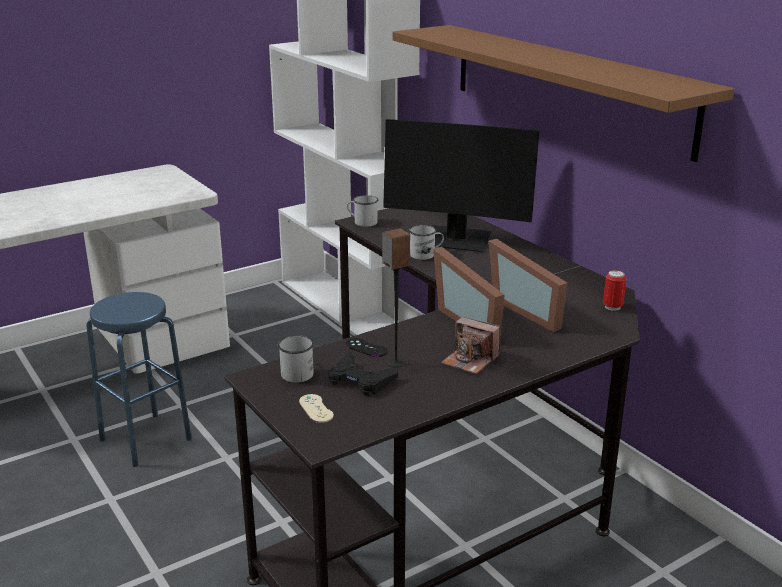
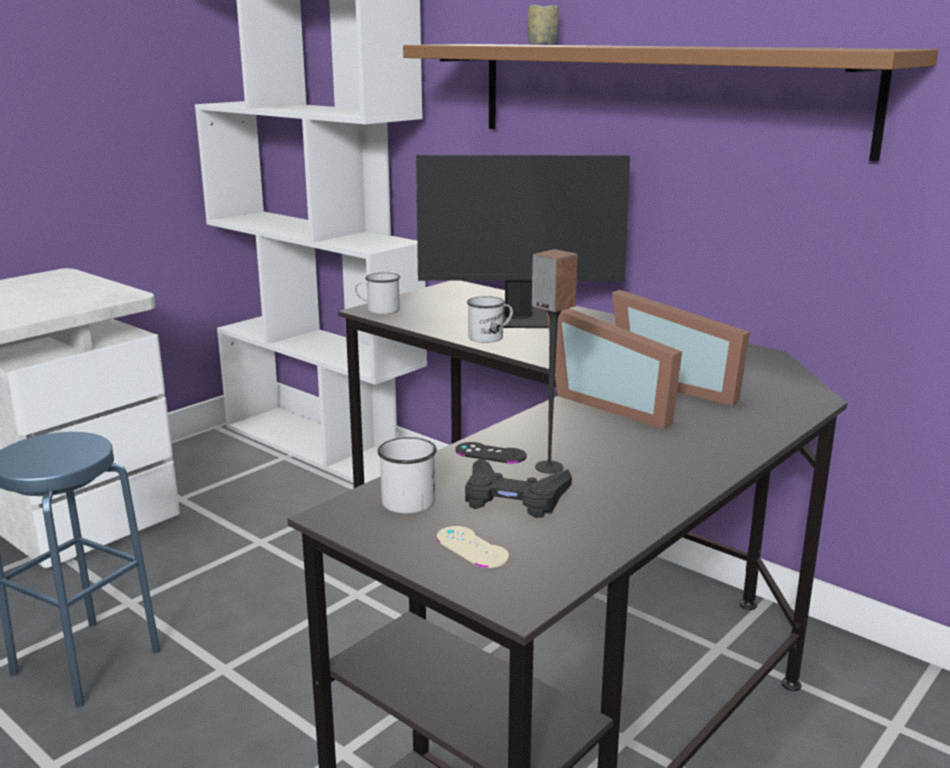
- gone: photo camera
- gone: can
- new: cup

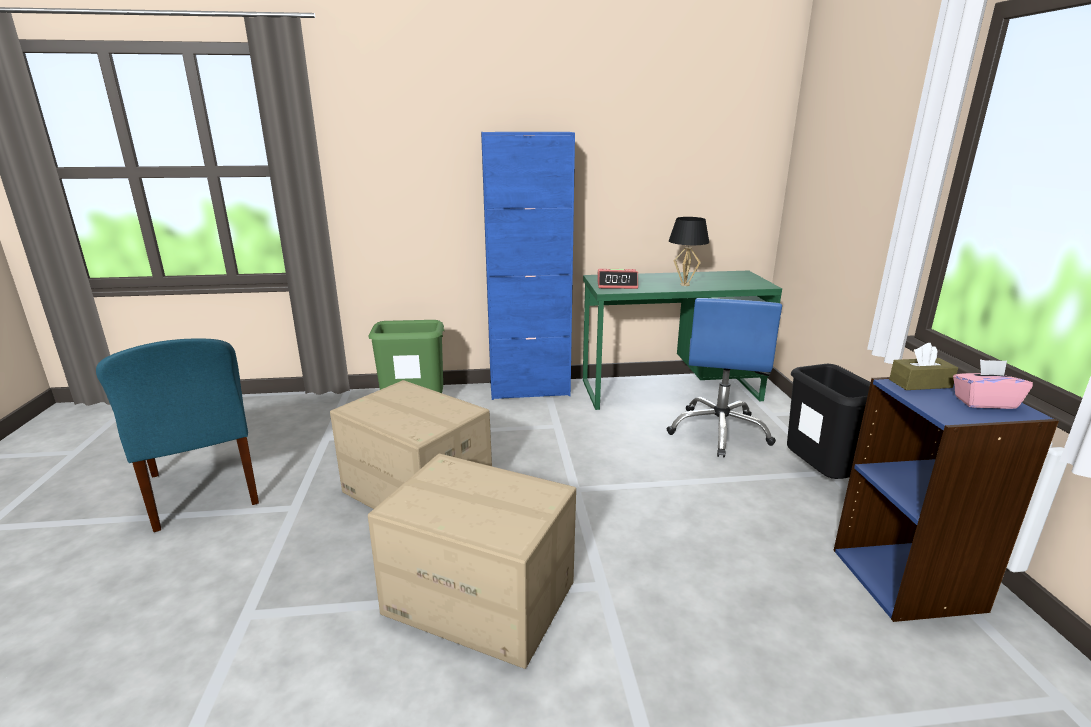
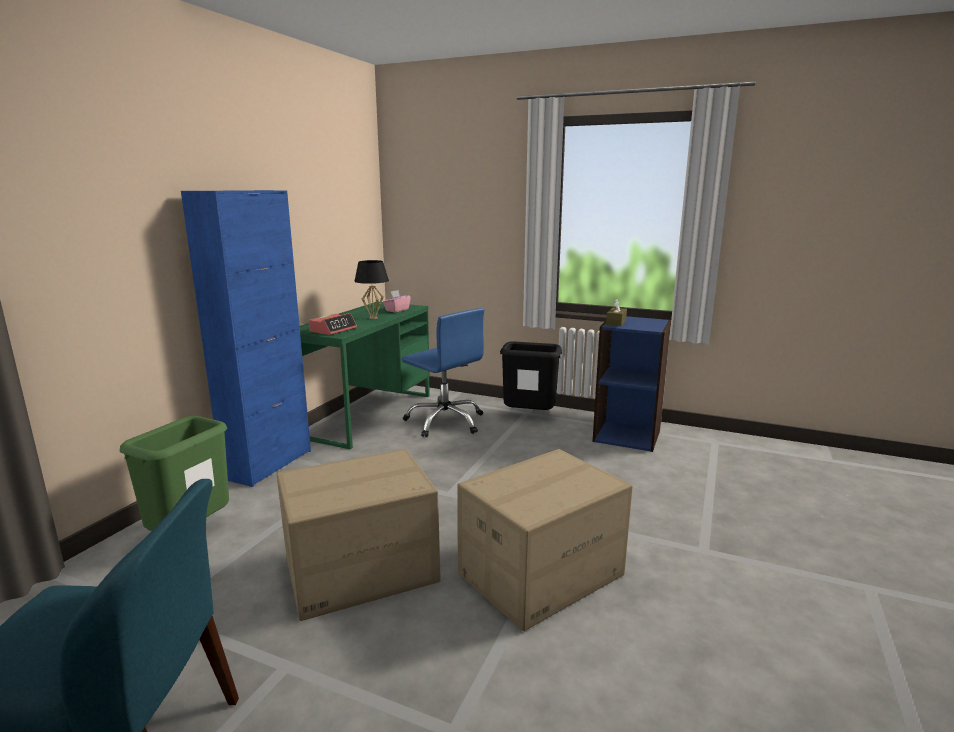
- shifted: tissue box (pink)

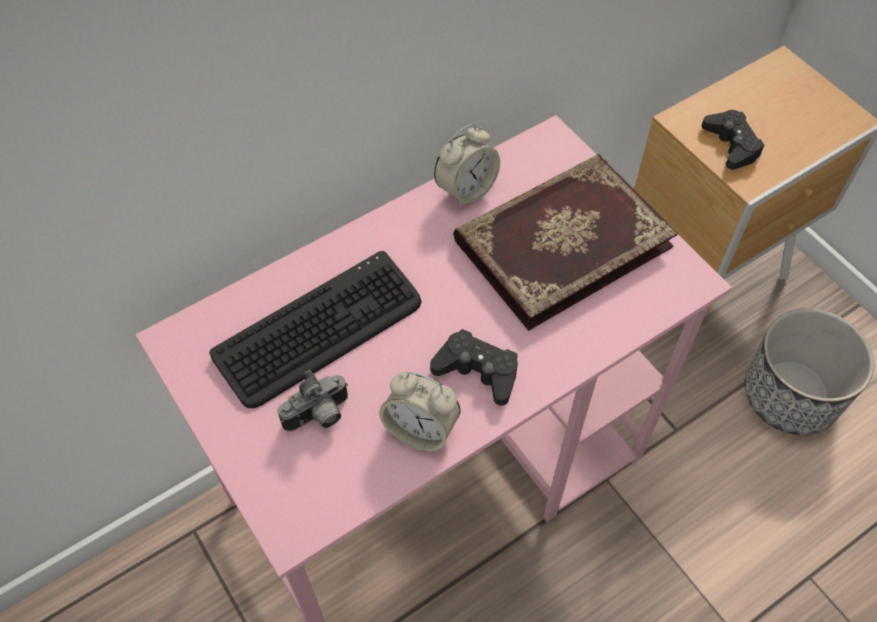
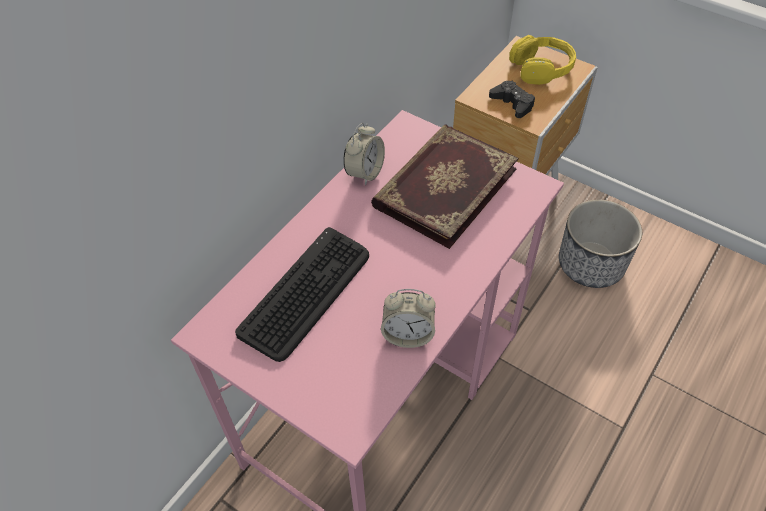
- gone: photo camera
- gone: game controller (black) (no. 1 from left)
- new: headphones (yellow)

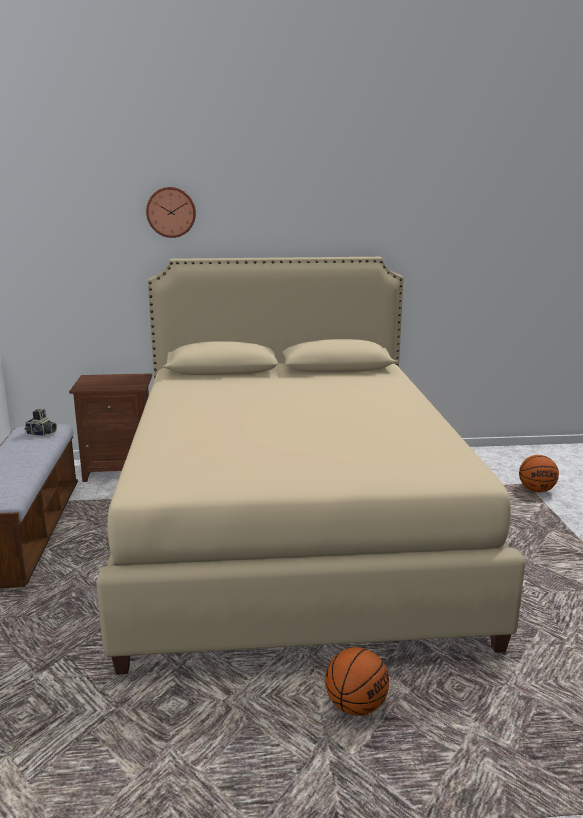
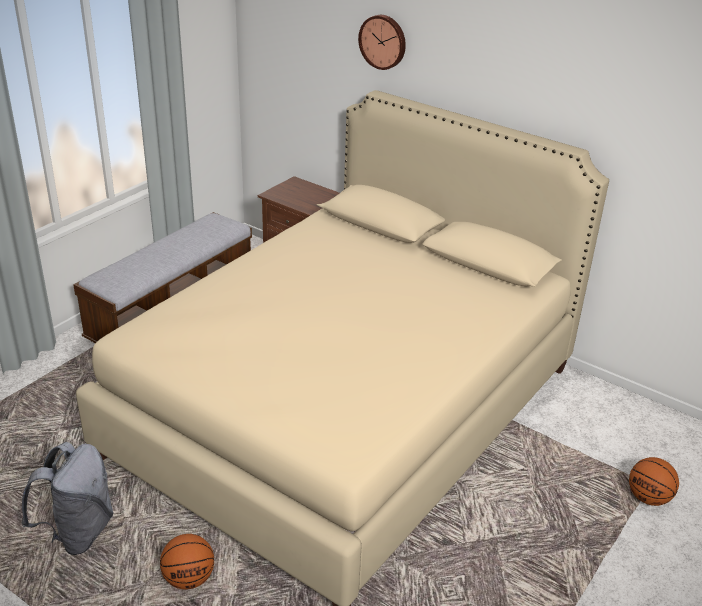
- gone: photo camera
- new: backpack (grey)

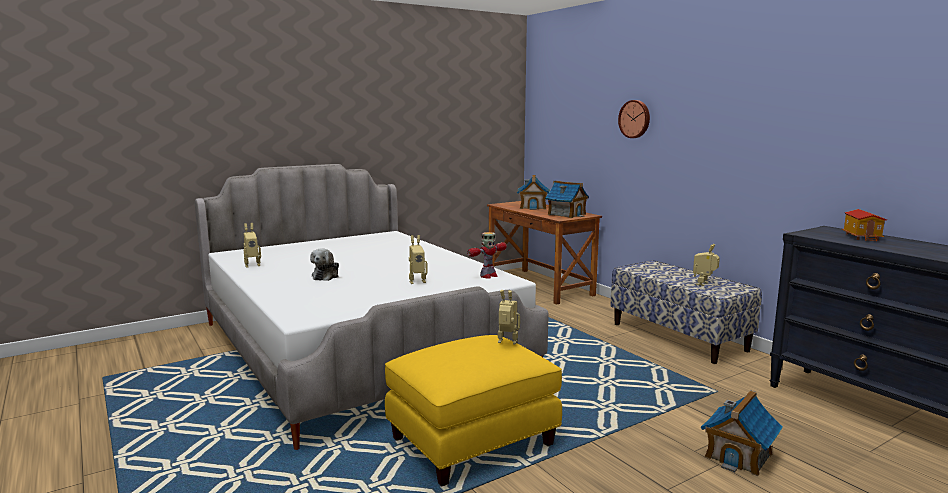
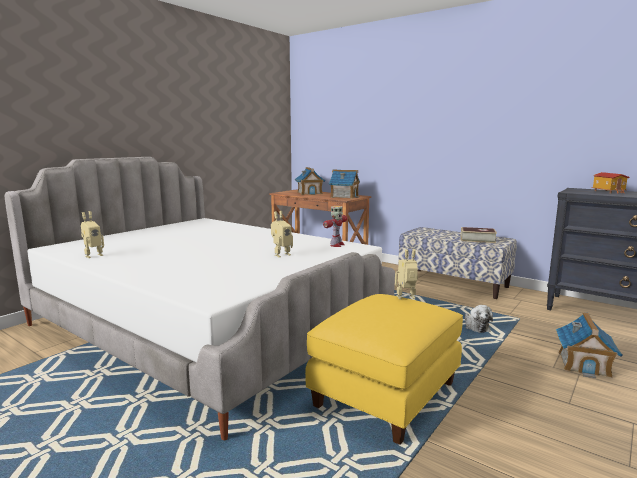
- gone: wall clock
- shifted: plush toy
- swapped: toy robot (no. 5 from left) to book

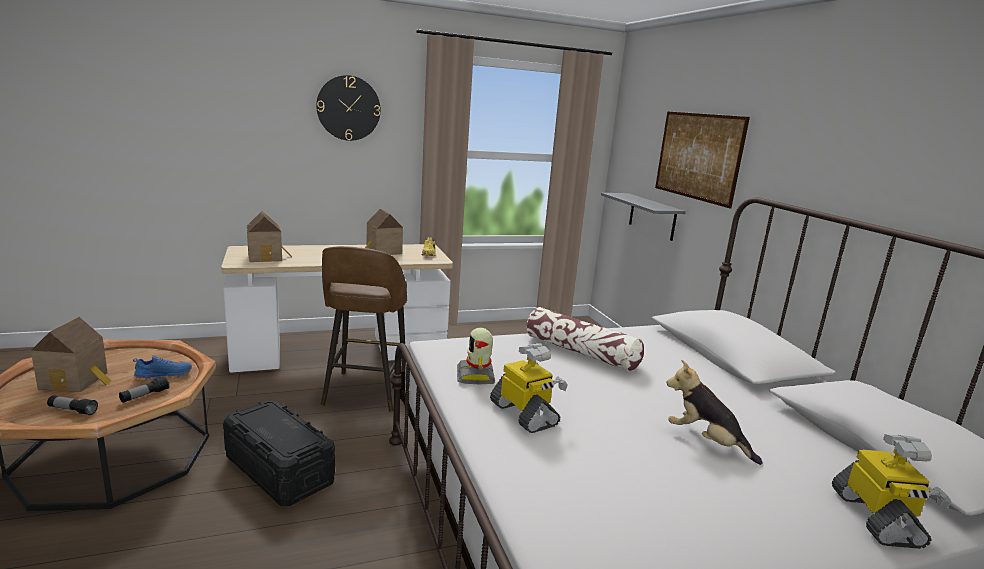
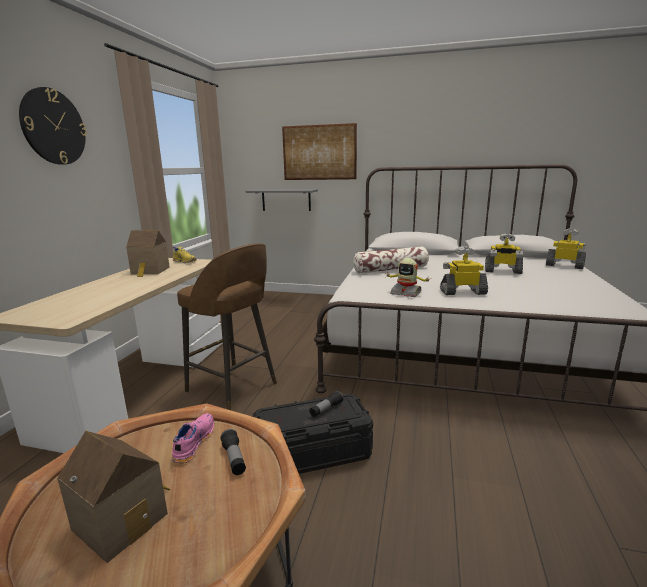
- gone: toy house (no. 2 from left)
- shifted: flashlight (no. 1 from left in the first image) to flashlight (no. 2 from left)
- swapped: plush toy to toy robot (no. 3 from left)
- repainted: shoe (blue) to shoe (pink)

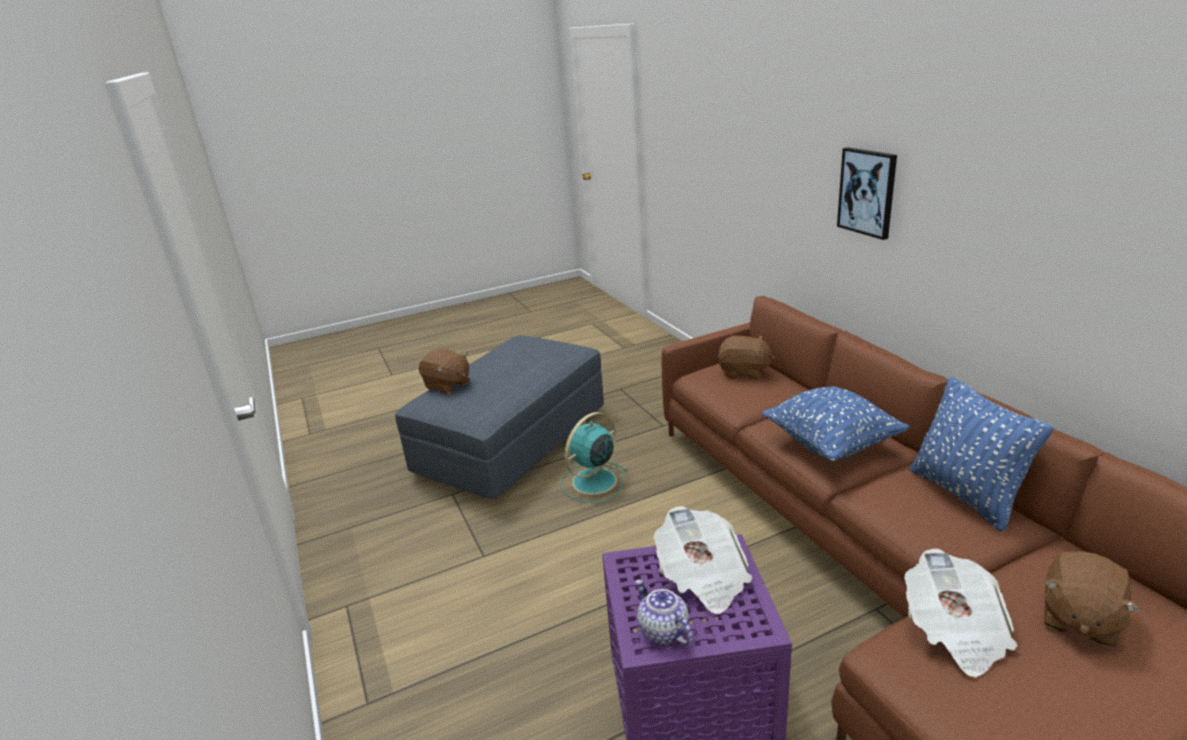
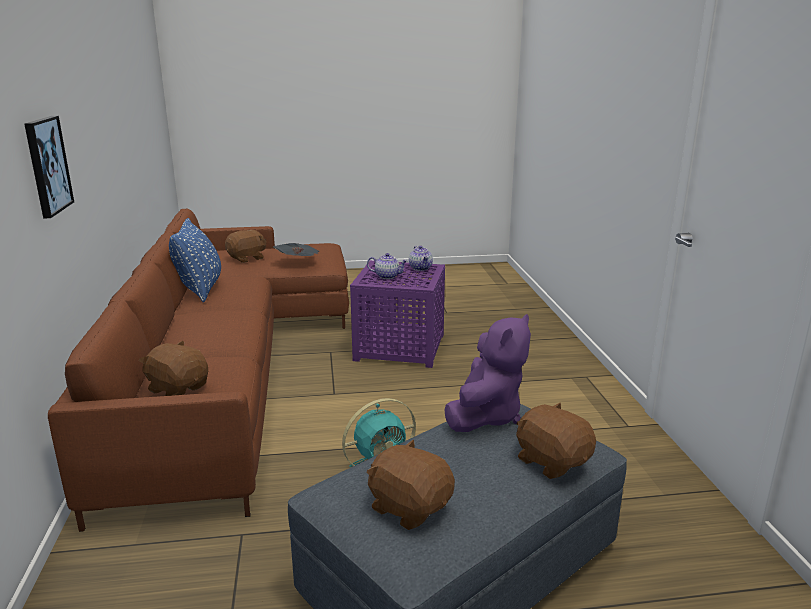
- gone: pillow (blue) (no. 1 from left)
- new: plush toy (brown) (no. 3 from left)
- new: plush toy (purple)
- swapped: newspaper (no. 1 from left) to teapot (no. 1 from left)

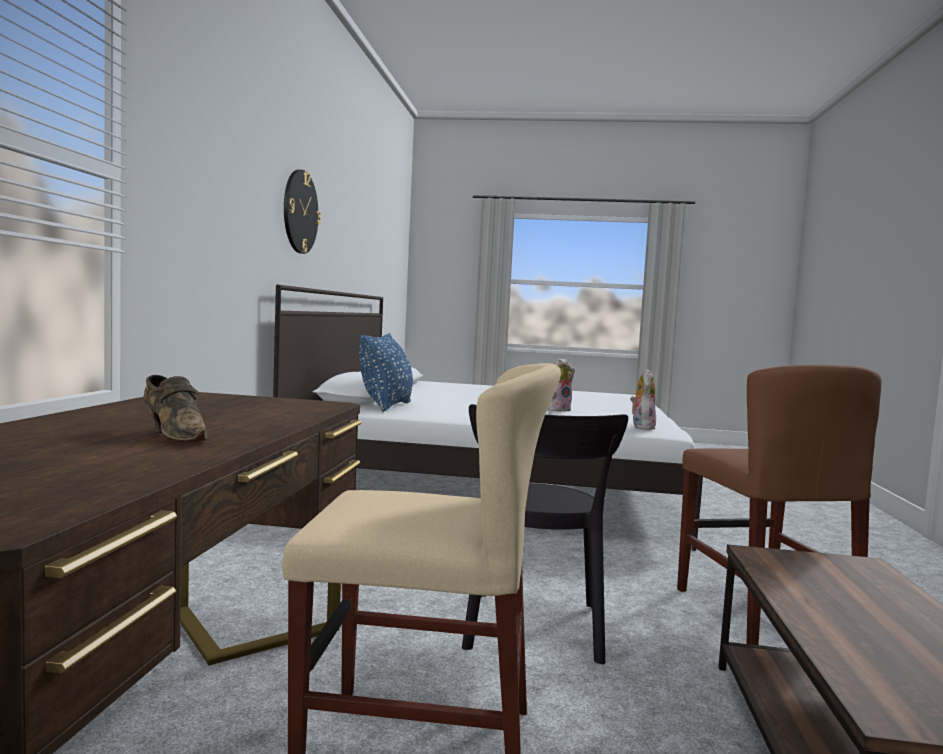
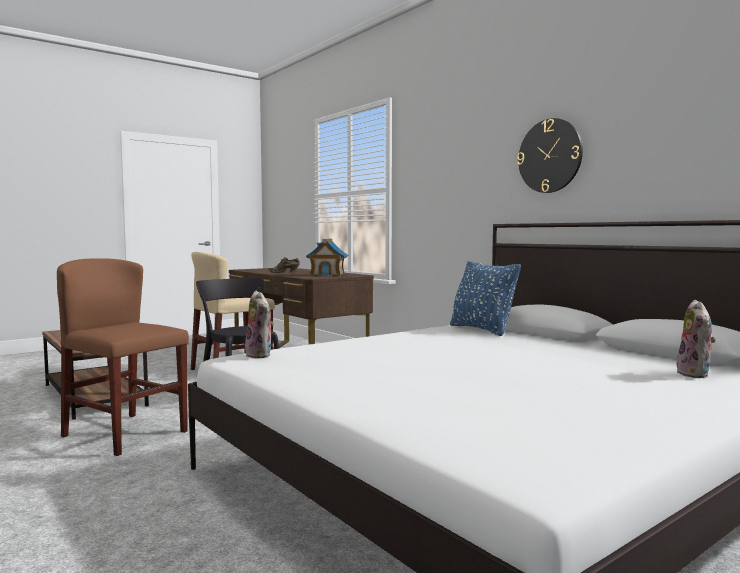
- new: toy house
- shifted: plush toy (no. 1 from left in the first image) to plush toy (no. 2 from left)

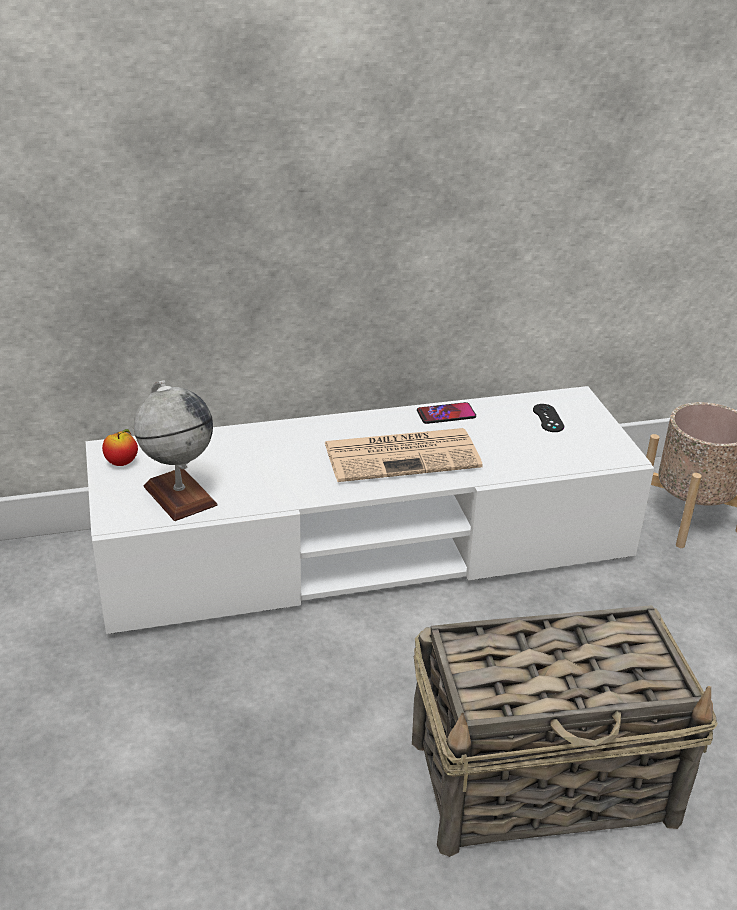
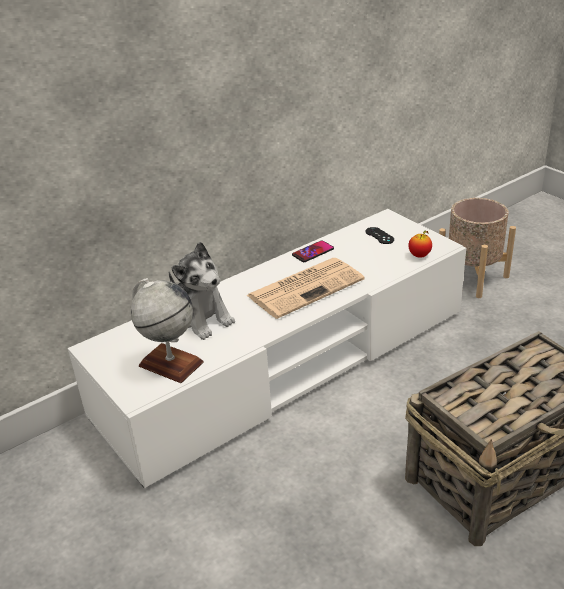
- new: plush toy
- shifted: apple

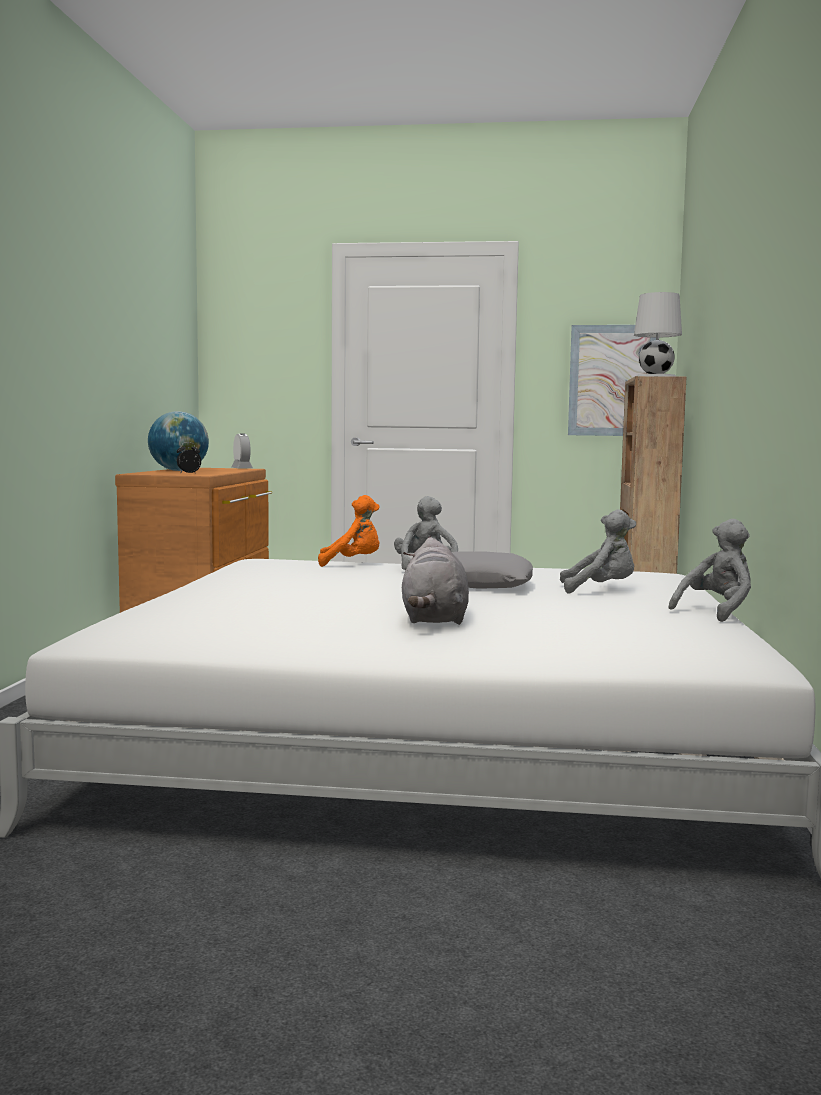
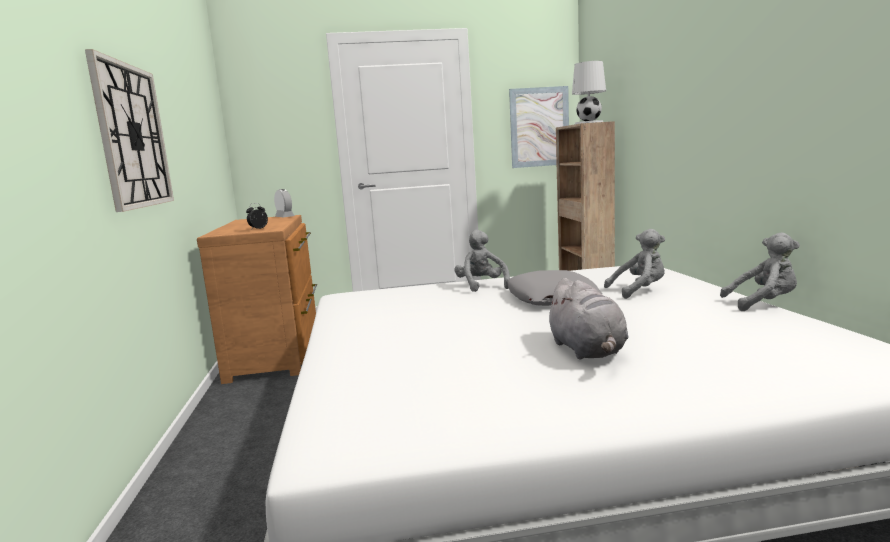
- gone: globe
- gone: plush toy (orange)
- new: wall clock
- rotated: plush toy (grey) (no. 4 from left) 60 degrees clockwise

